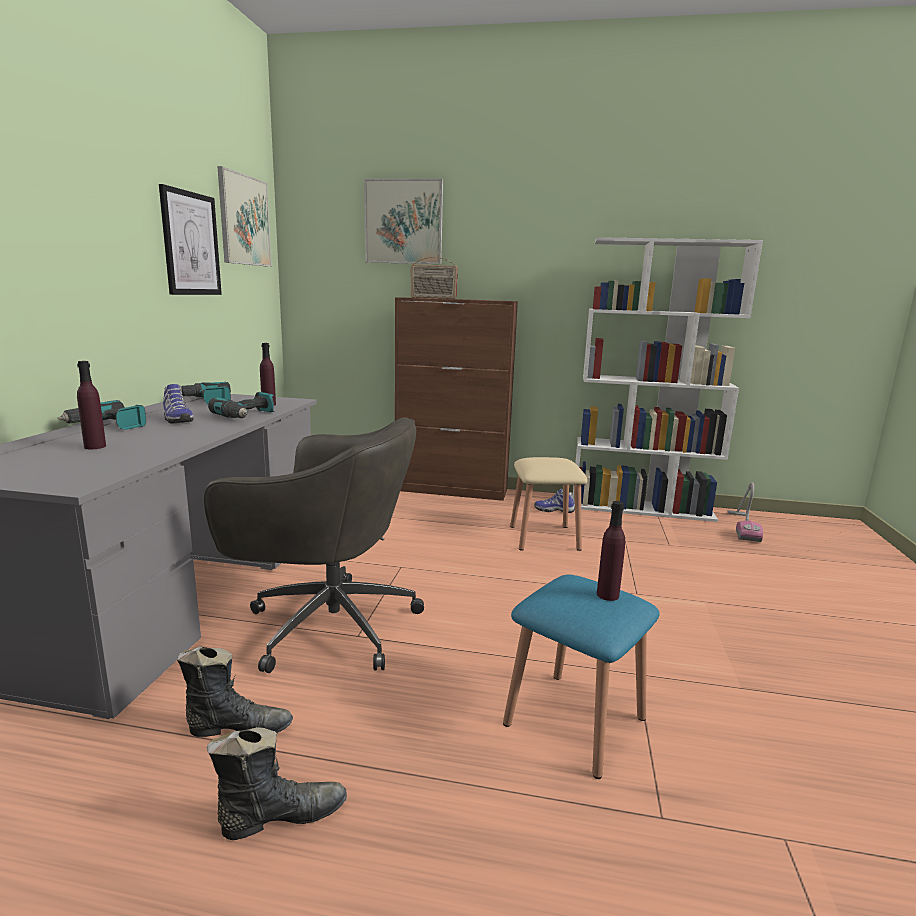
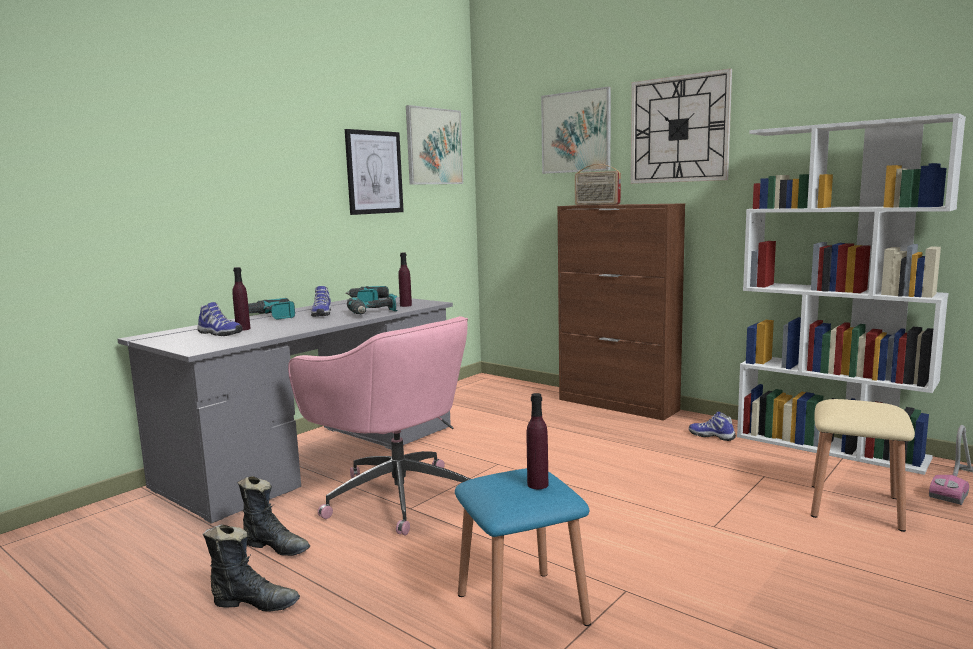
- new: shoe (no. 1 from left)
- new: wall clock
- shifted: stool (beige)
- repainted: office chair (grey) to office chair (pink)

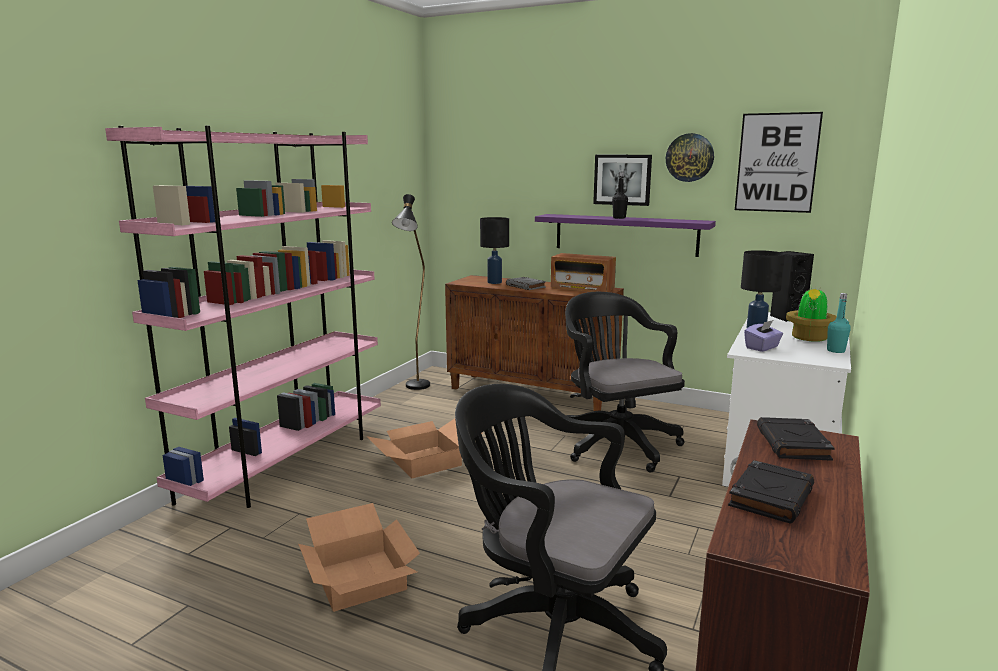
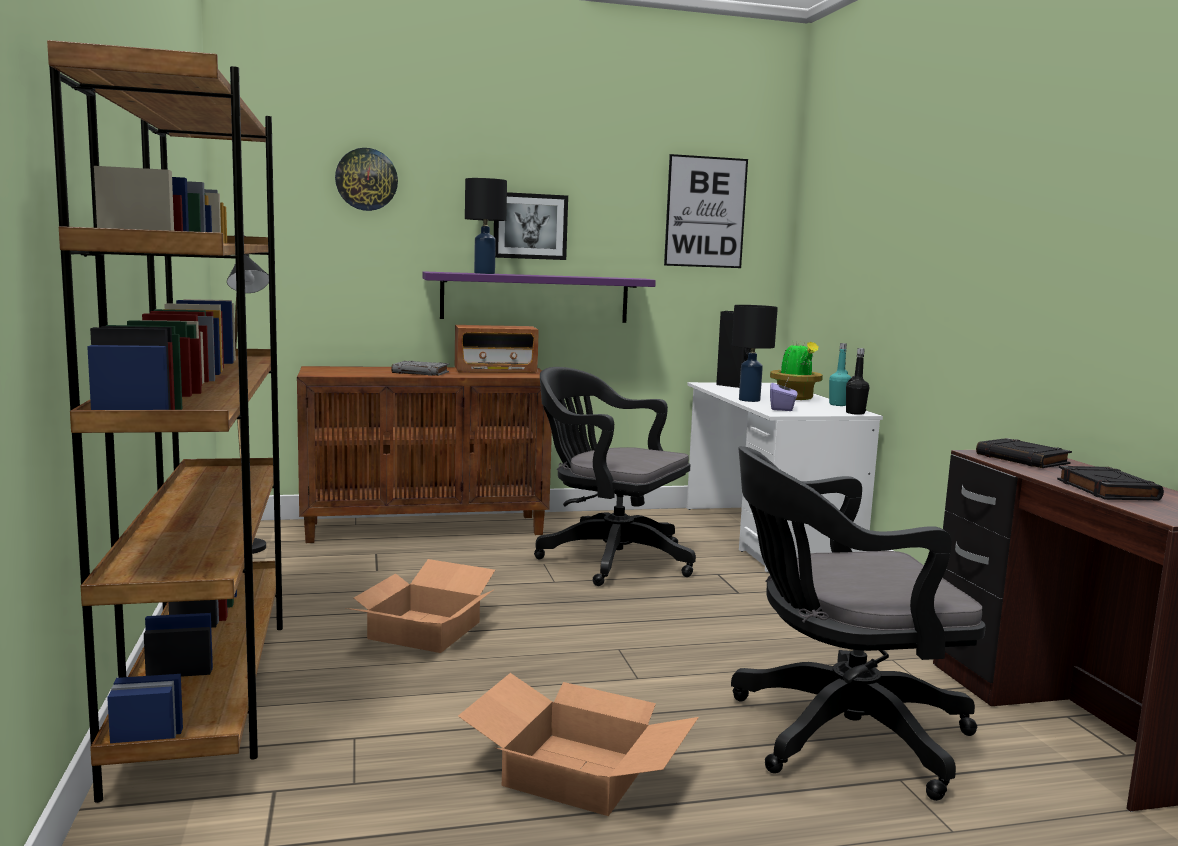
- shifted: table lamp (black) (no. 1 from left)
- shifted: bottle (black)
- shifted: wall clock
- repainted: bookcase (pink) to bookcase (brown)

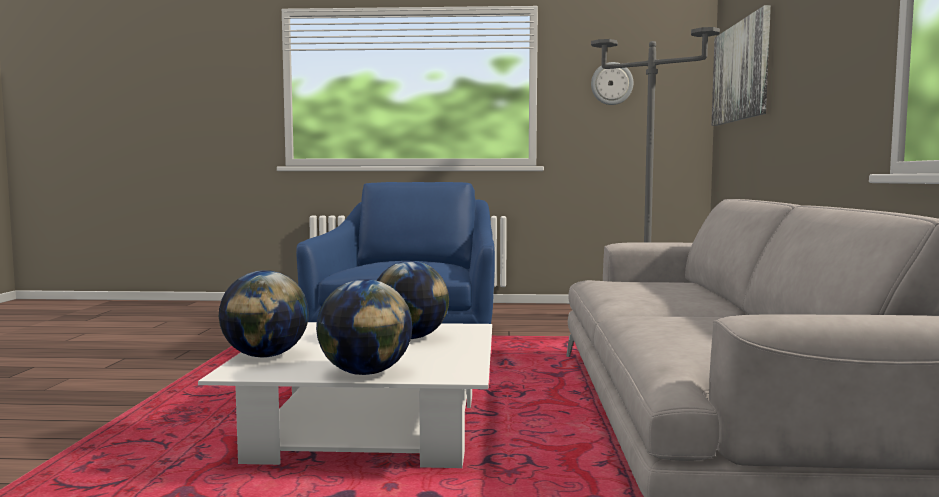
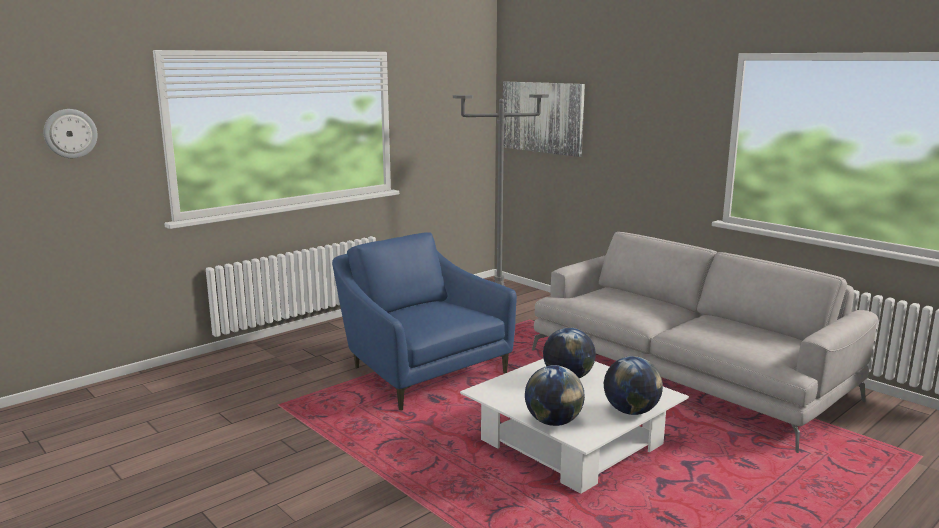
- shifted: wall clock

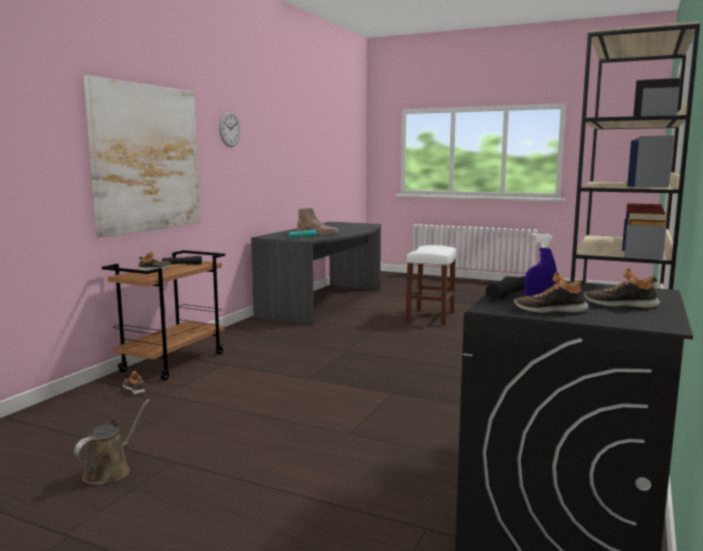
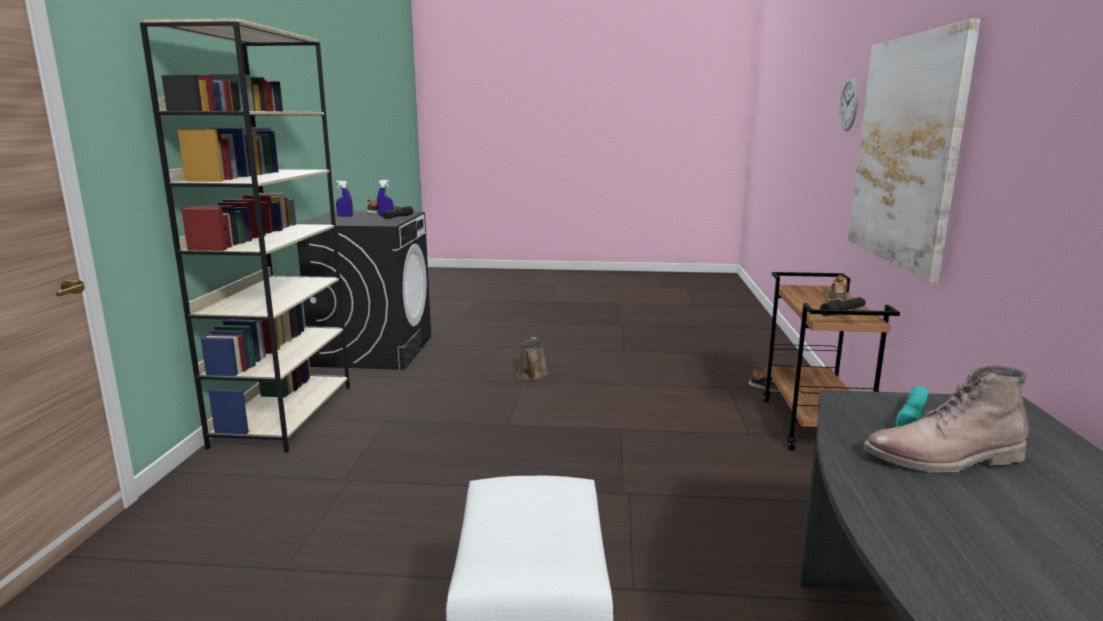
- shifted: watering can (brown)
- shifted: wall clock
- swapped: shoe (no. 4 from left) to spray bottle (blue) (no. 1 from left)

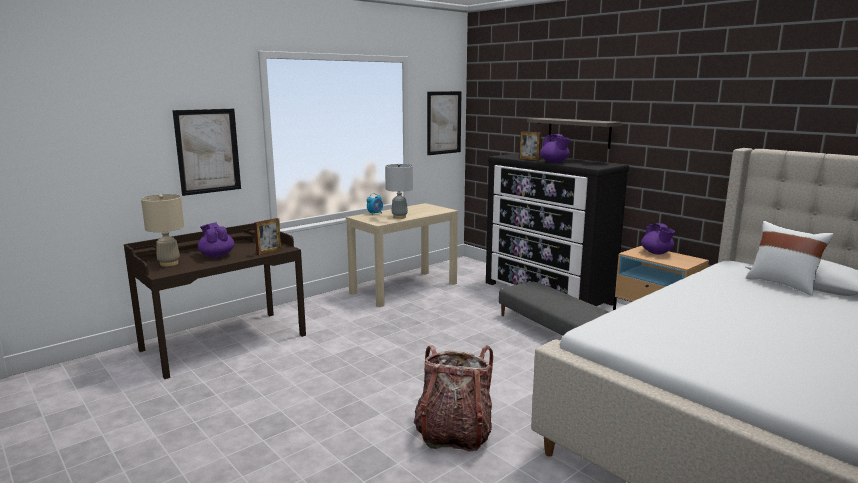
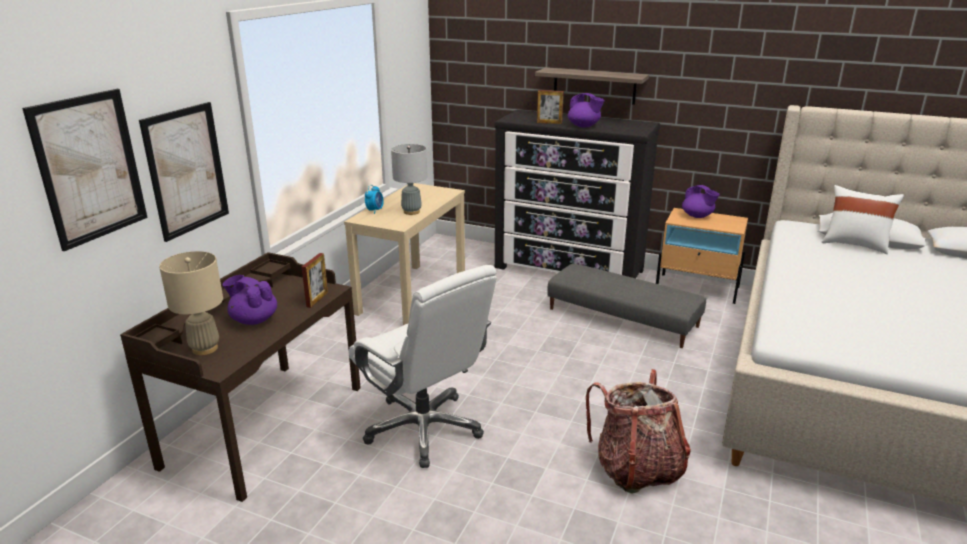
- new: office chair (white)
- shifted: picture (no. 2 from left in the first image) to picture (no. 1 from left)

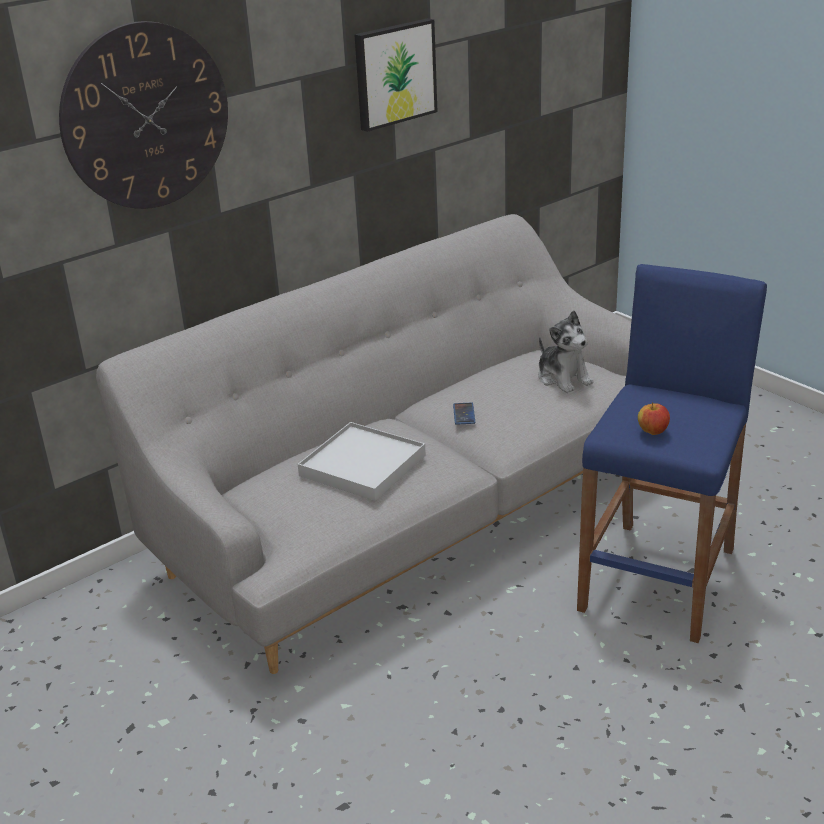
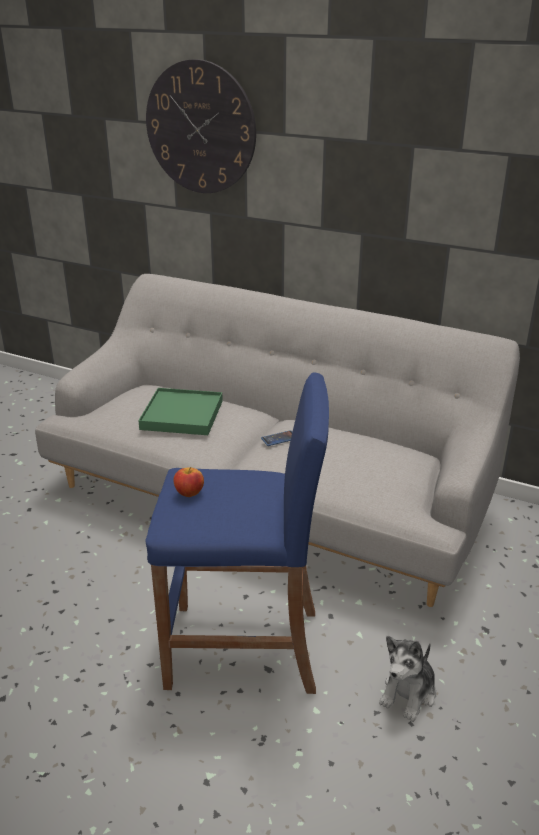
- gone: picture
- shifted: plush toy
- repainted: tray (white) to tray (green)

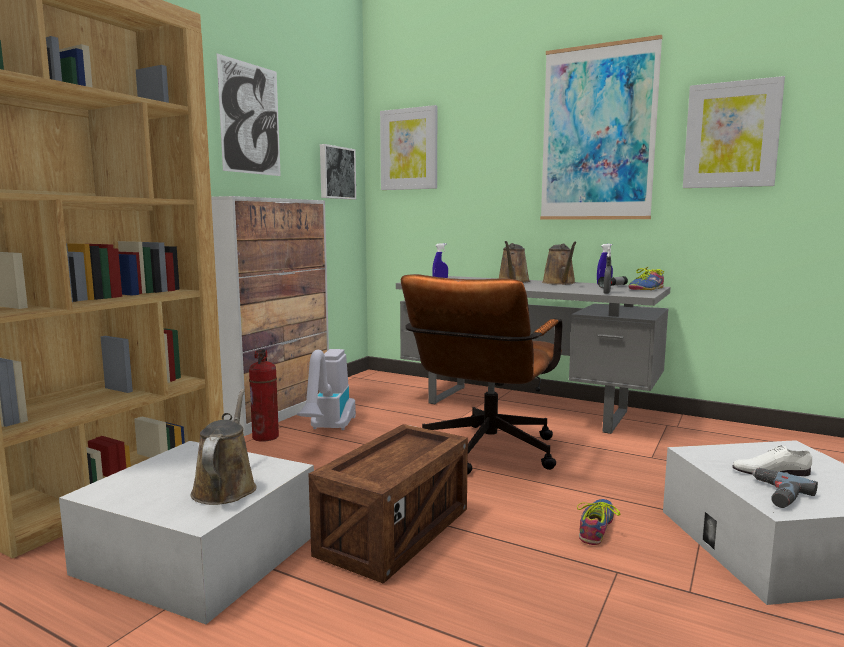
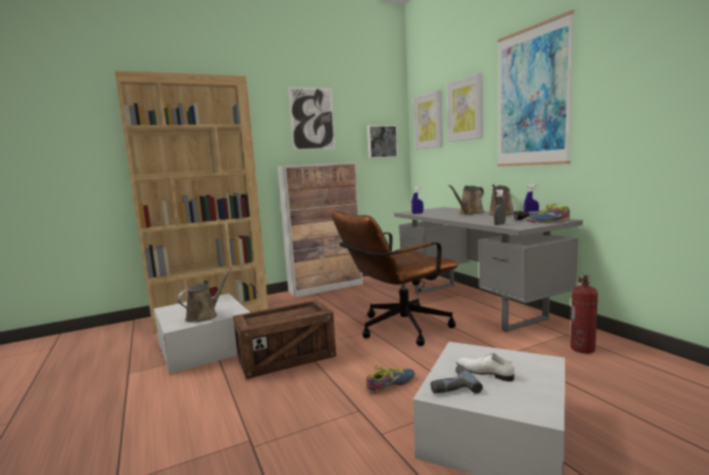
- gone: vacuum cleaner
- shifted: fire extinguisher
- shifted: picture (no. 5 from left in the first image) to picture (no. 4 from left)

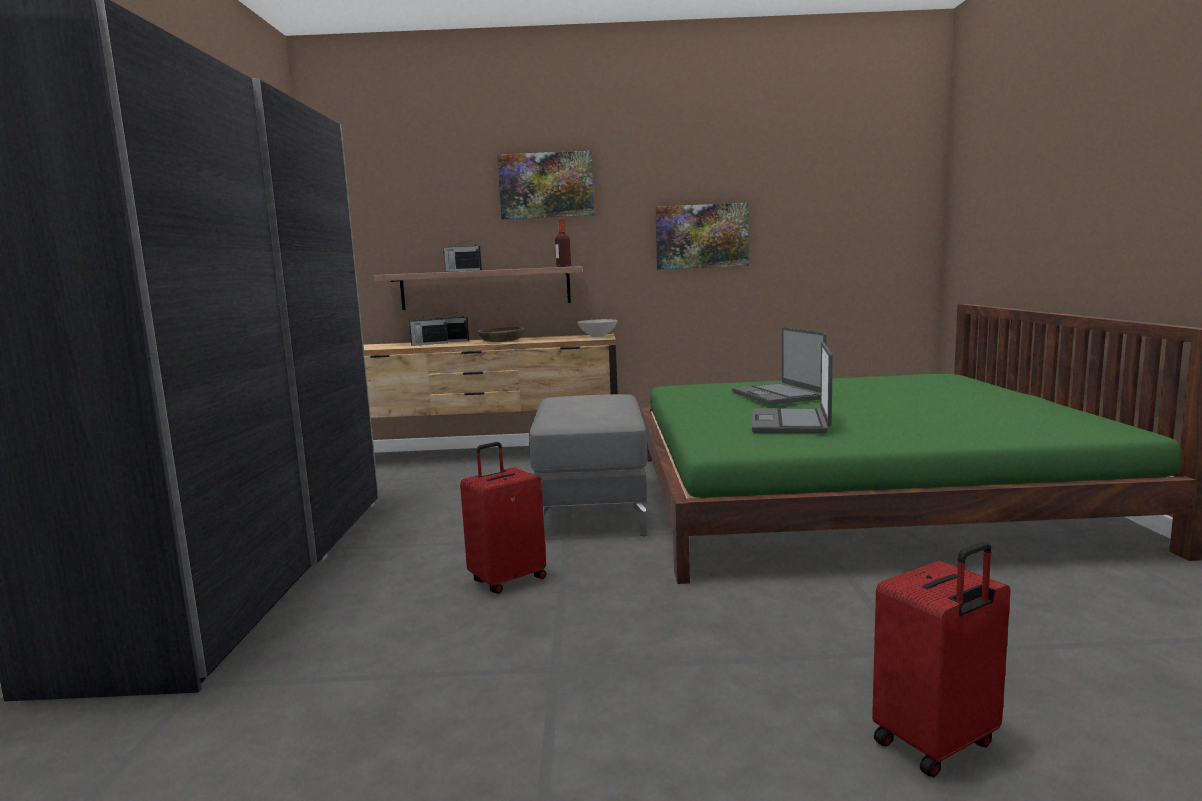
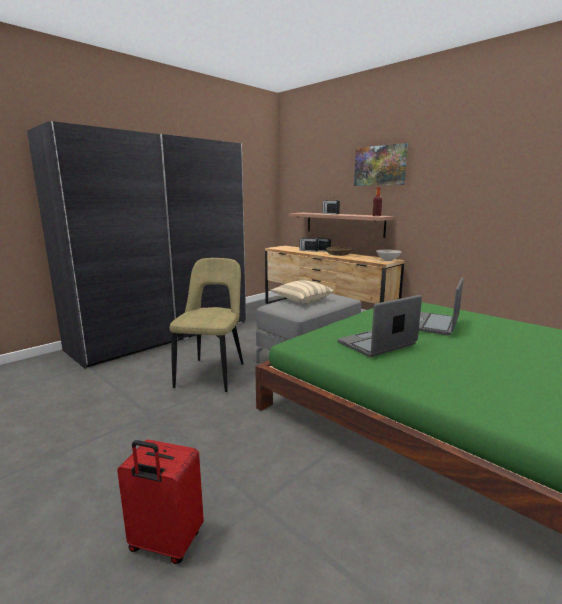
- gone: picture (no. 2 from left)
- new: pillow (beige)
- swapped: suitcase (red) (no. 1 from left) to chair (beige)

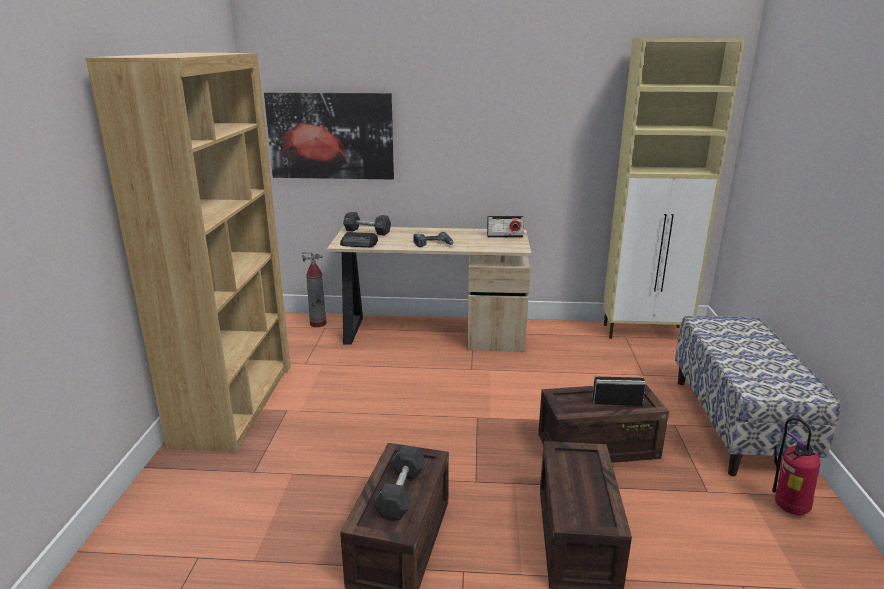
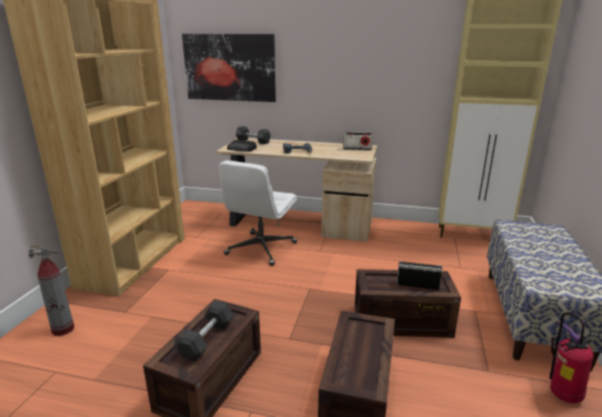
- new: office chair (white)
- shifted: fire extinguisher (no. 1 from left)

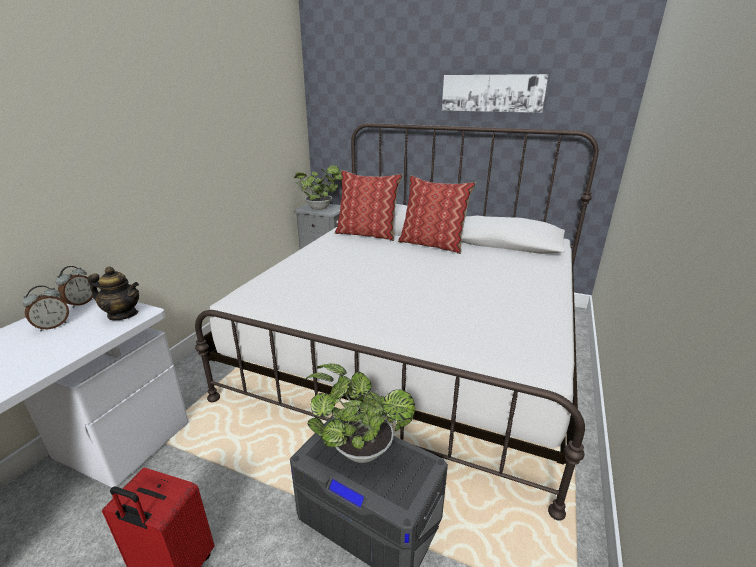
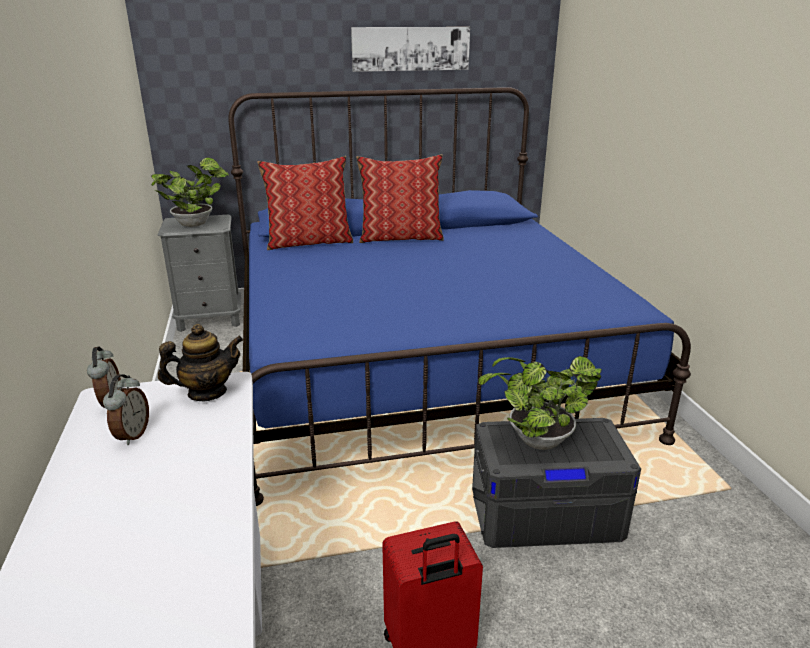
- repainted: bed (white) to bed (blue)

